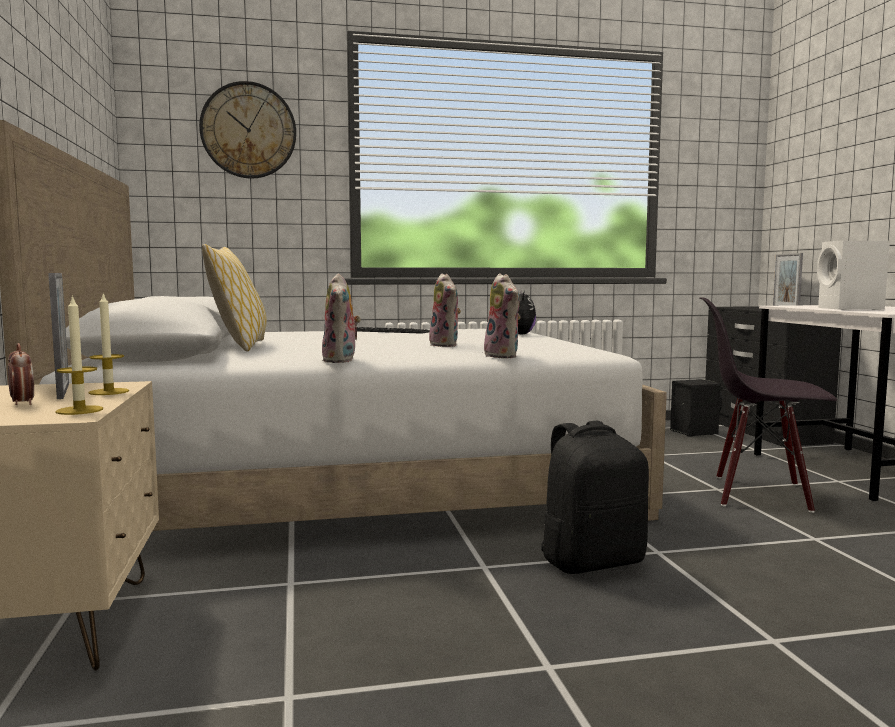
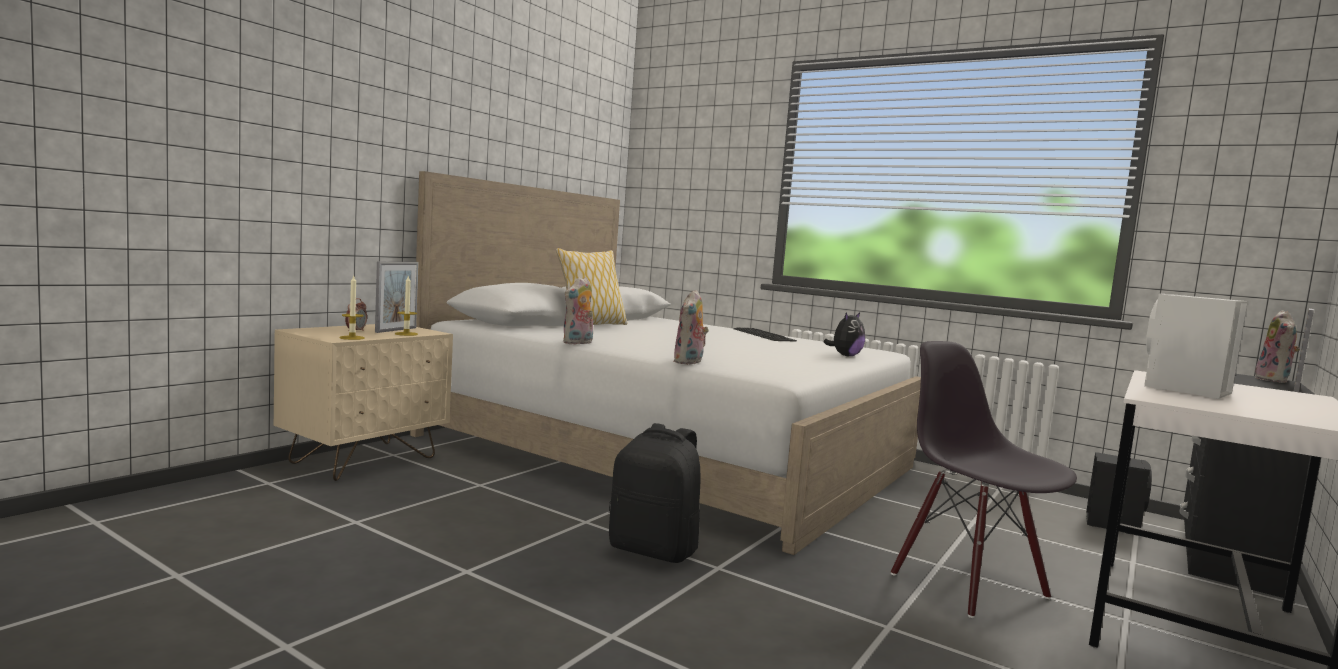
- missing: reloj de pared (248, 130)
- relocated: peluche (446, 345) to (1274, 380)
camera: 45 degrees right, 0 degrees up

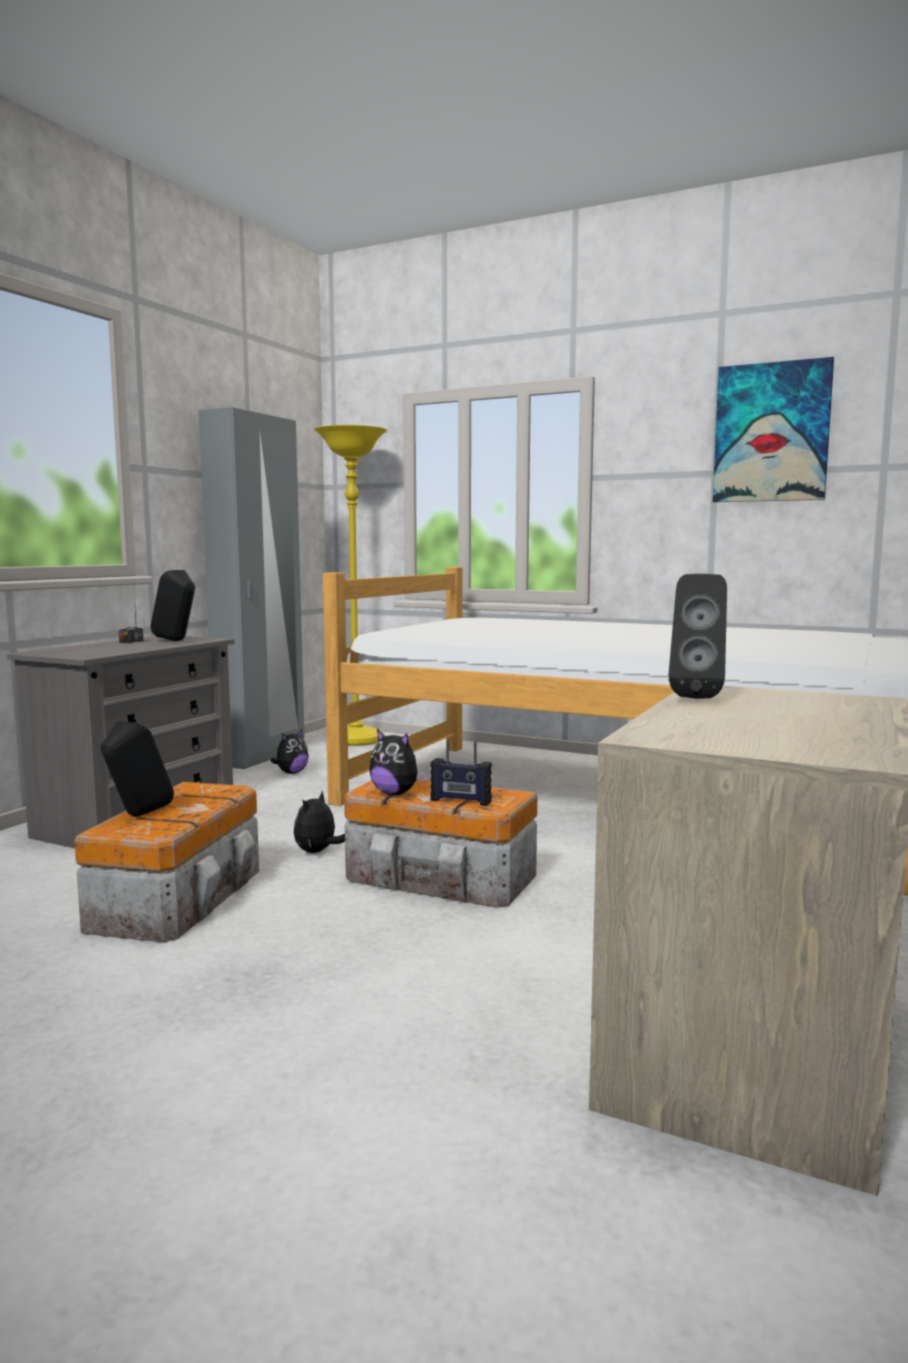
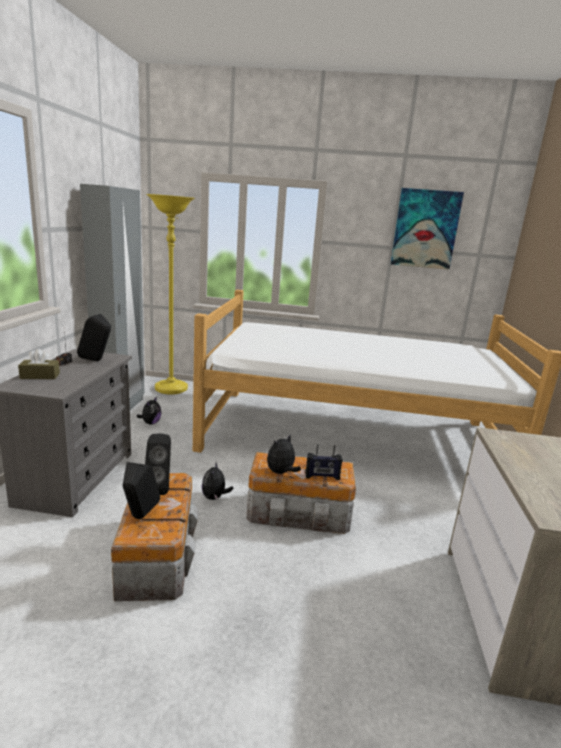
- relocated: altavoz [negro] (696, 697) to (160, 487)
- spun: peluche (395, 793) = (281, 473) 120 degrees clockwise
- appeared: caja de pañuelos [marrón] (40, 376)
camera: 20 degrees left, 10 degrees up

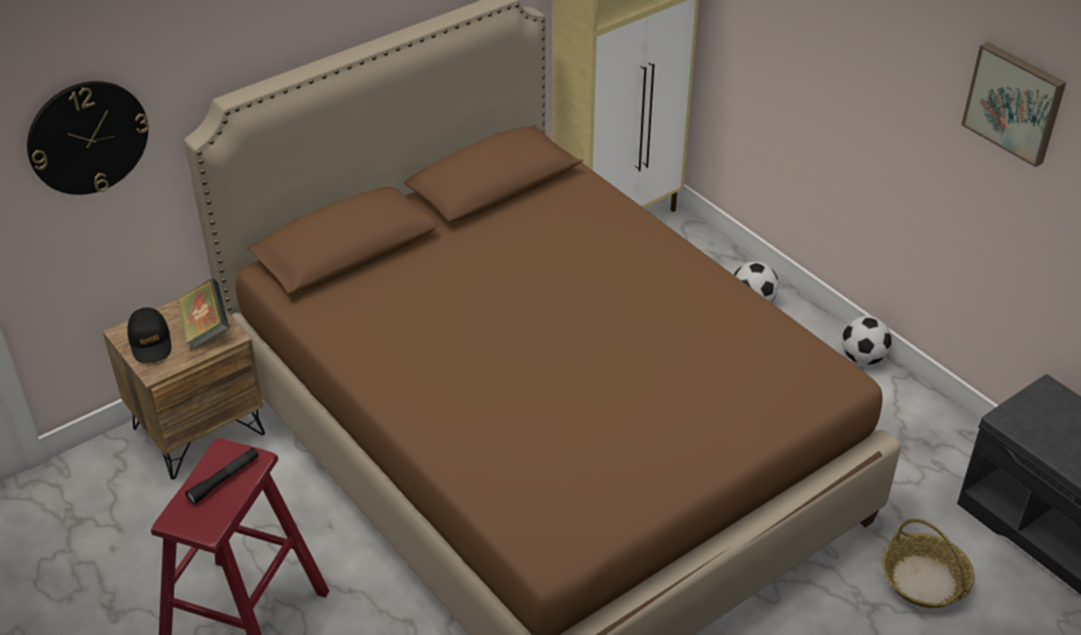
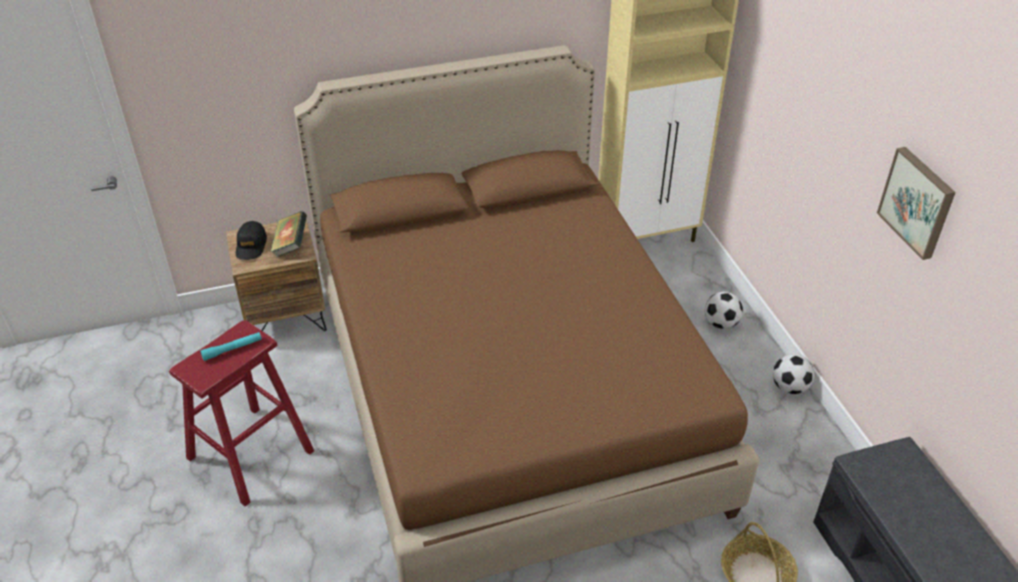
- missing: reloj de pared (87, 137)
- colour: linterna [negro] (224, 479) to linterna [turquesa] (232, 349)
camera: 20 degrees right, 0 degrees up

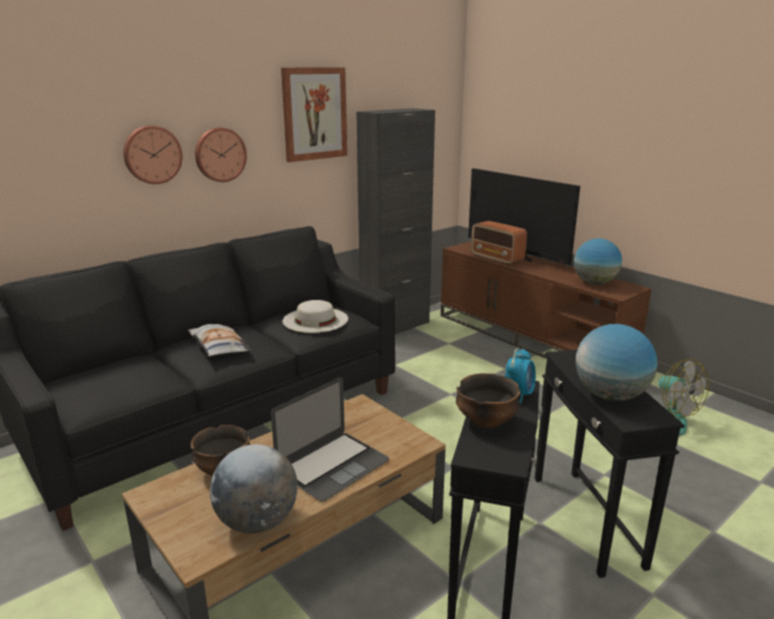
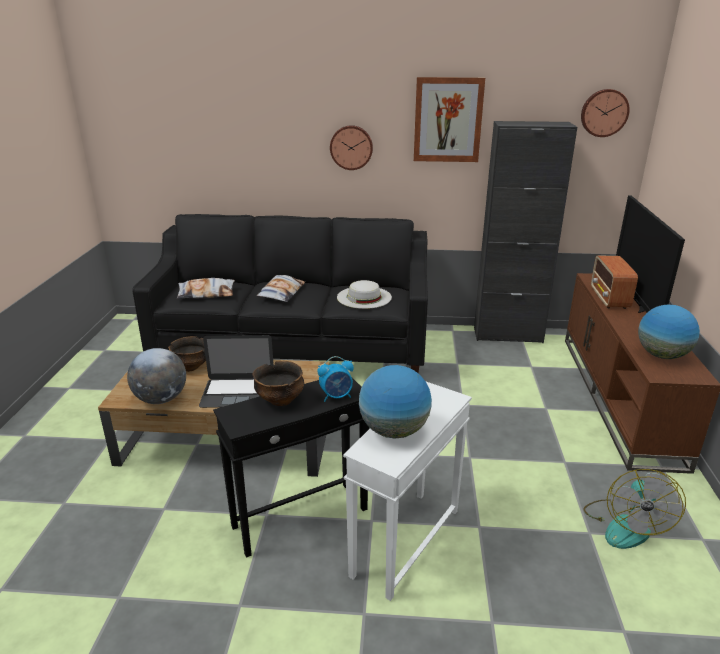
- relocated: reloj de pared (152, 154) to (604, 113)
- colour: mesa auxiliar [negro] (585, 520) to mesa auxiliar [blanco] (405, 542)
- appeared: cojín (206, 293)
camera: 45 degrees right, 5 degrees up

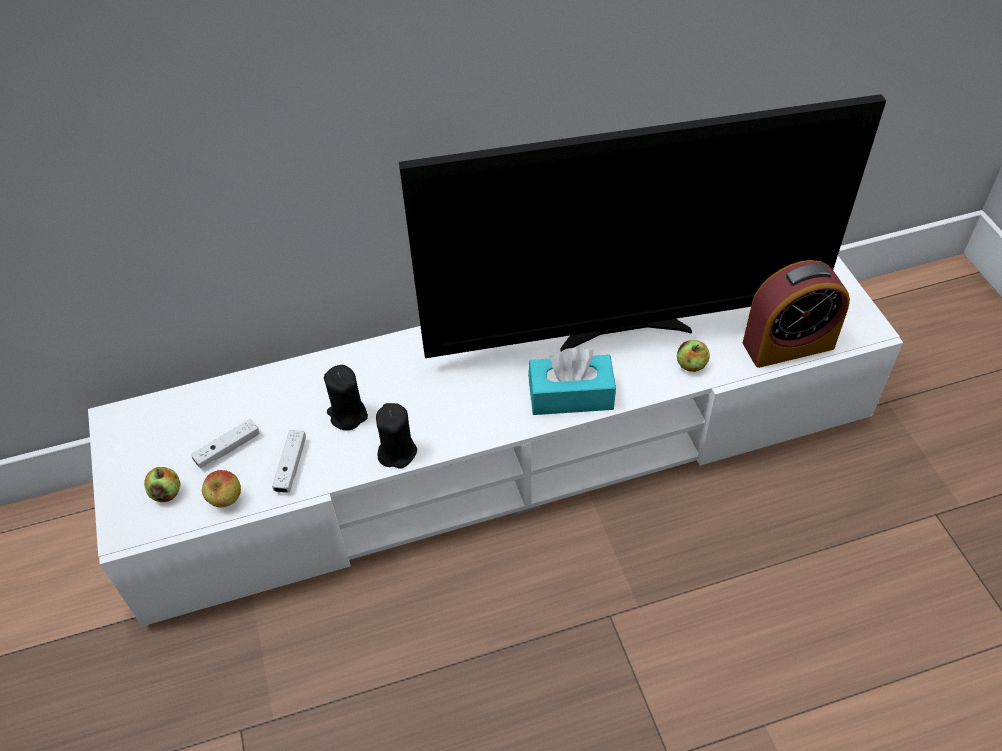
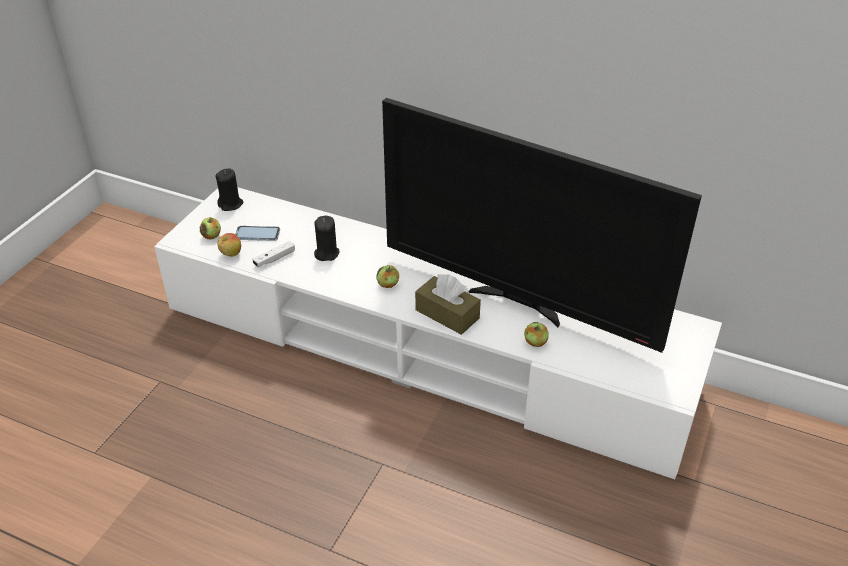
- missing: despertador (788, 345)
- colour: caja de pañuelos [turquesa] (571, 395) to caja de pañuelos [marrón] (447, 314)
- relocated: vela [negro] (397, 452) to (231, 204)
- exchanged: mando de consola [blanco] (228, 449) to móvil (257, 234)
- appeared: manzana (388, 284)
camera: 40 degrees right, 10 degrees down

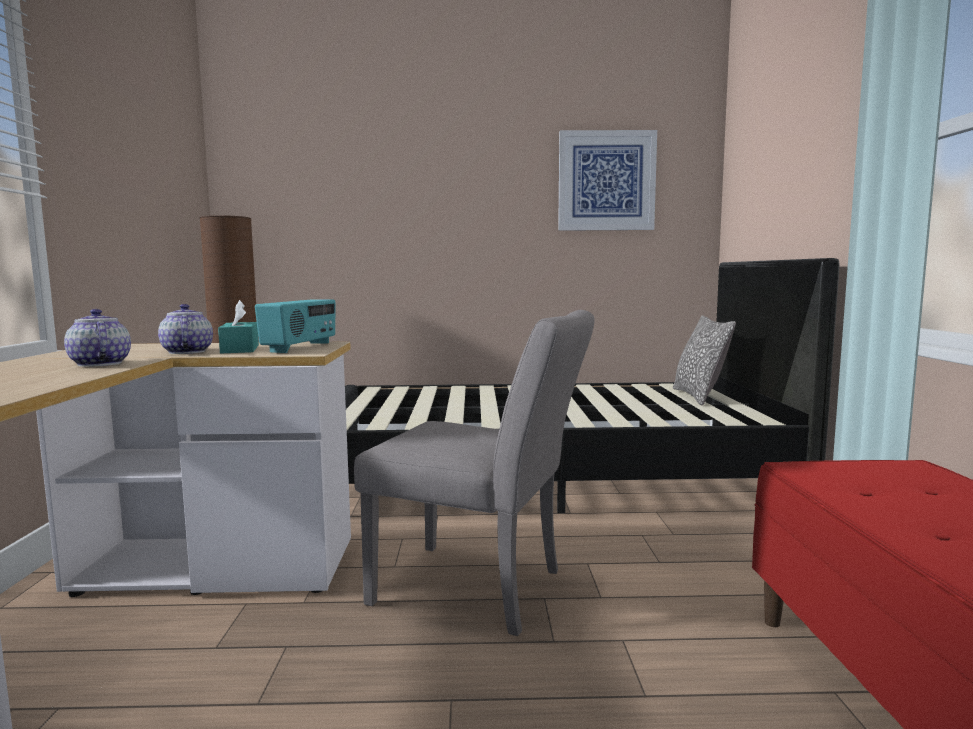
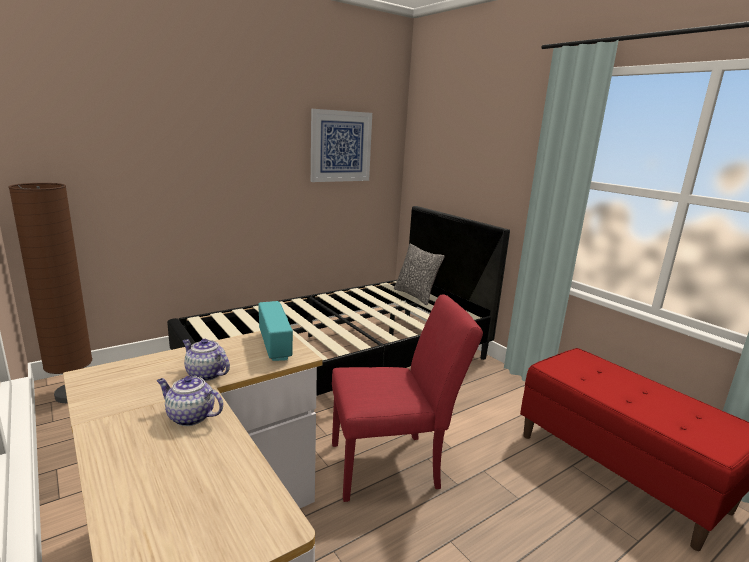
- missing: caja de pañuelos [turquesa] (240, 349)
- colour: silla [gris] (481, 590) to silla [rojo] (393, 465)
camera: 35 degrees left, 10 degrees up

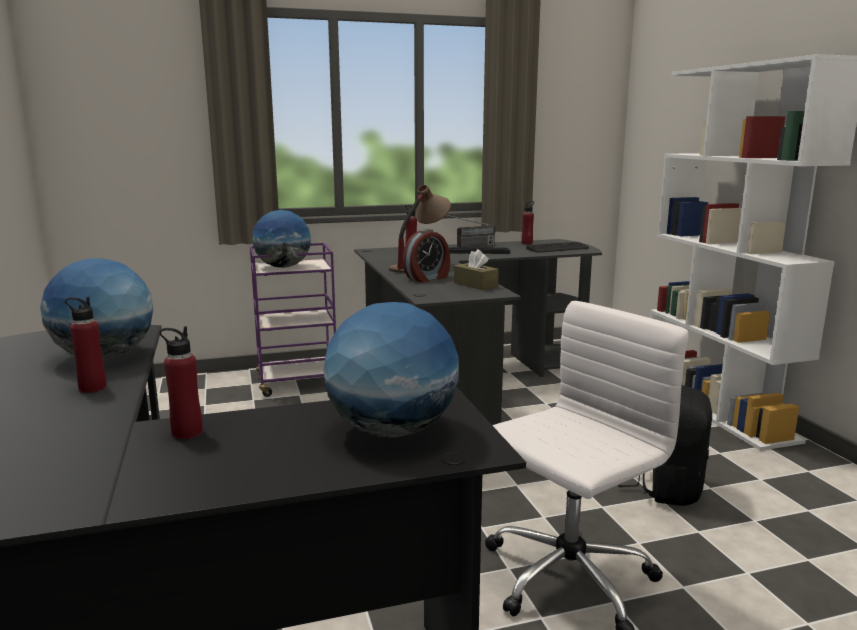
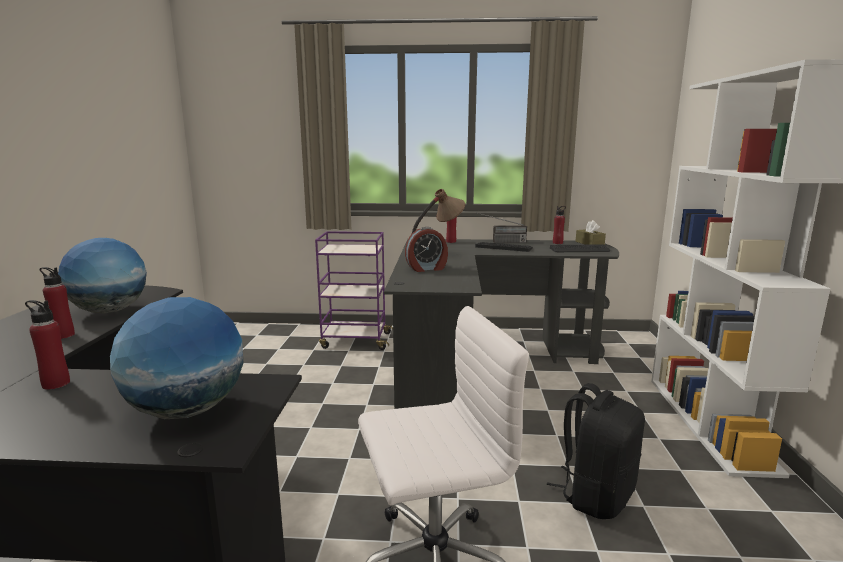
- missing: globo terráqueo (283, 267)
- relocated: caja de pañuelos [marrón] (475, 285) to (589, 243)
camera: 20 degrees right, 0 degrees up

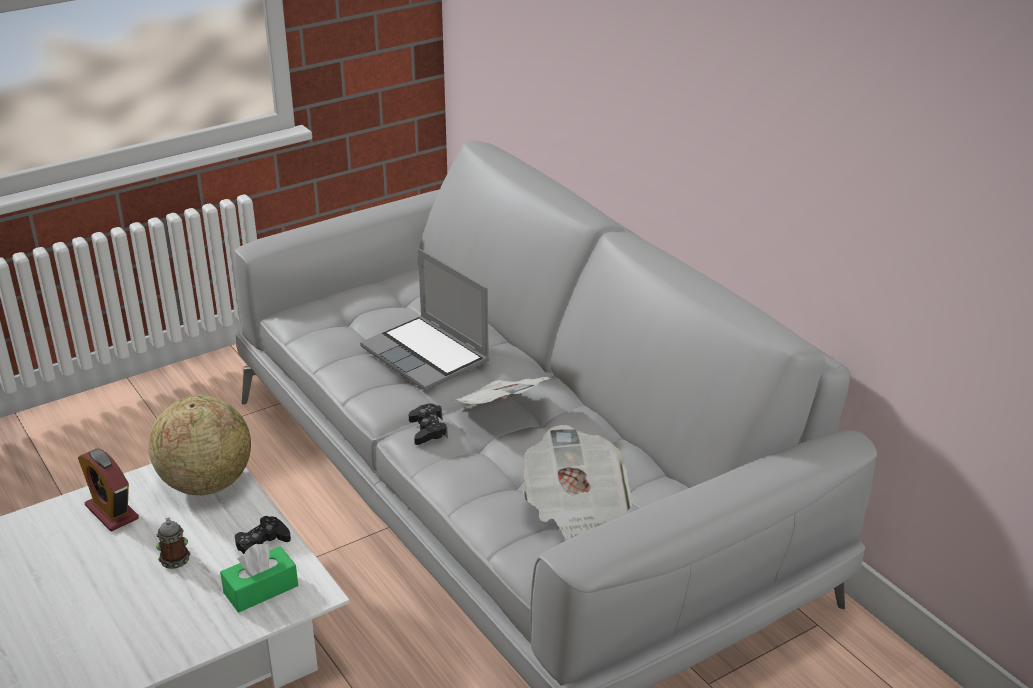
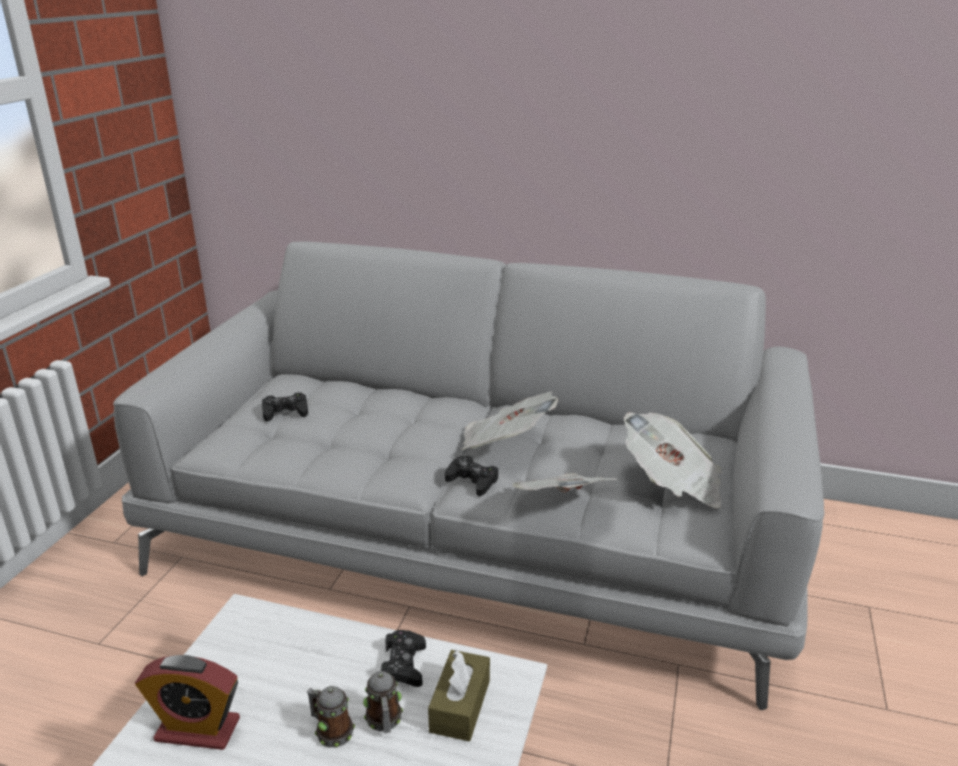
- missing: portátil (427, 355)
- missing: globo terráqueo (206, 483)
- colour: caja de pañuelos [verde] (261, 589) to caja de pañuelos [marrón] (460, 706)
- appeared: mando de consola [negro] (285, 412)
- appeared: periódico (562, 506)
- appeared: taza grande (384, 721)
camera: 40 degrees left, 5 degrees down

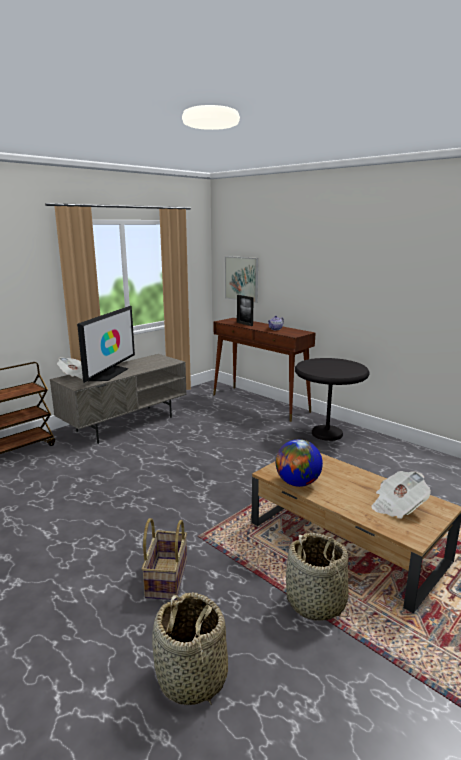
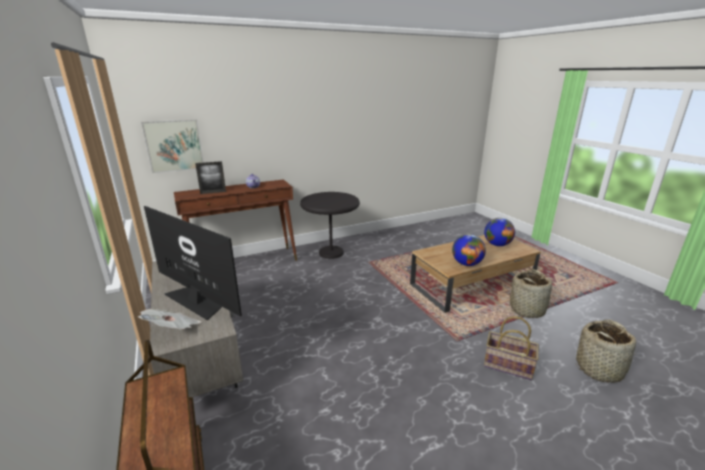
- exchanged: periódico (397, 506) to globo terráqueo (497, 245)
camera: 70 degrees left, 5 degrees up

